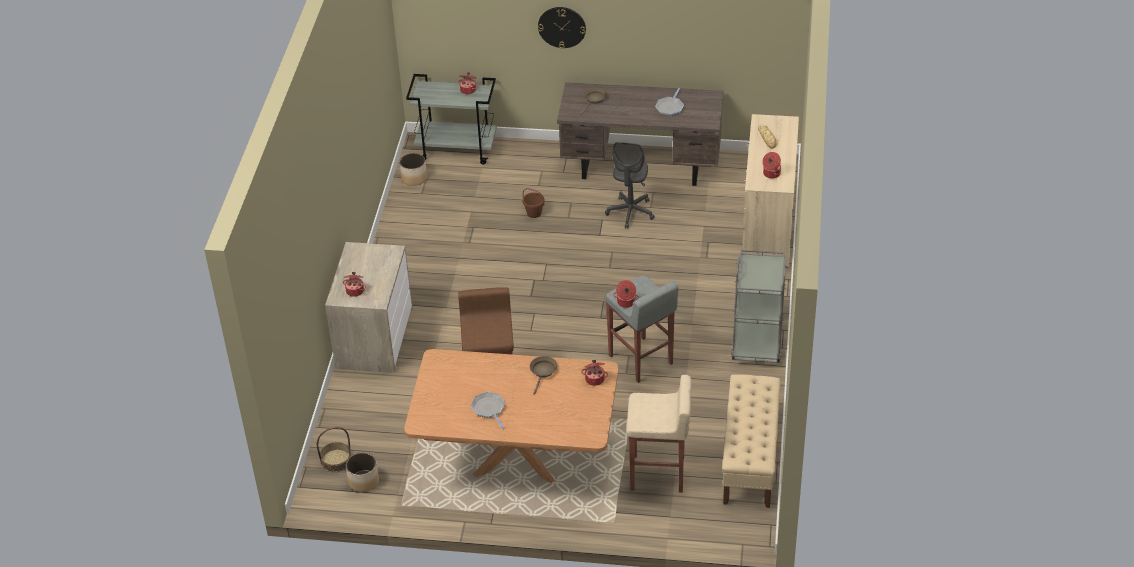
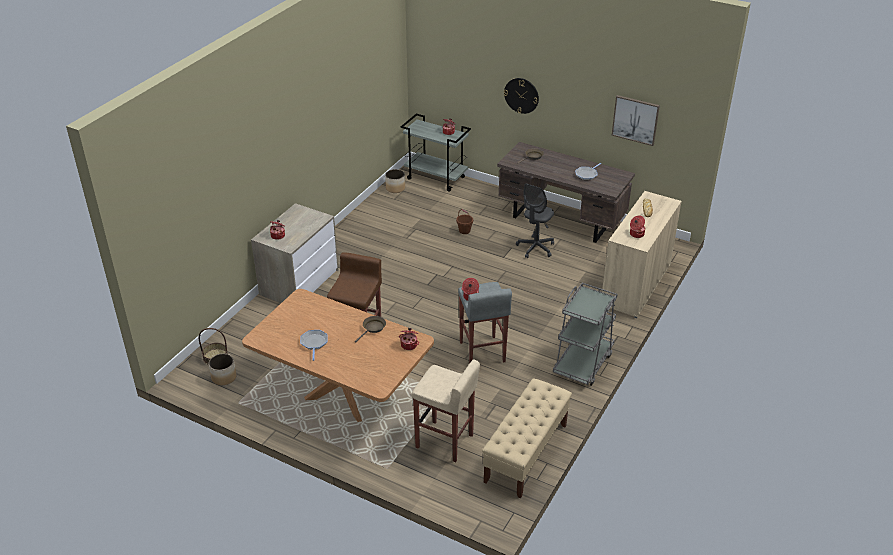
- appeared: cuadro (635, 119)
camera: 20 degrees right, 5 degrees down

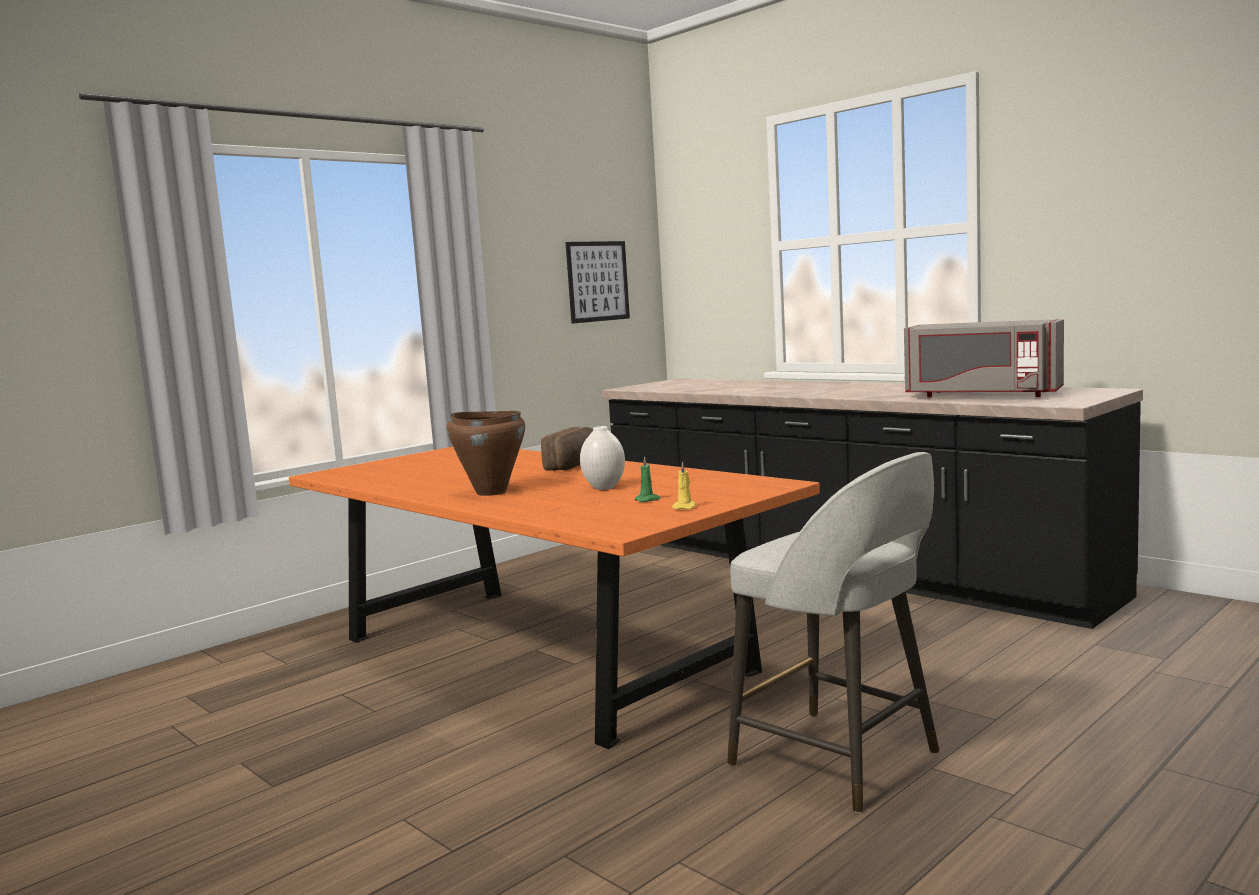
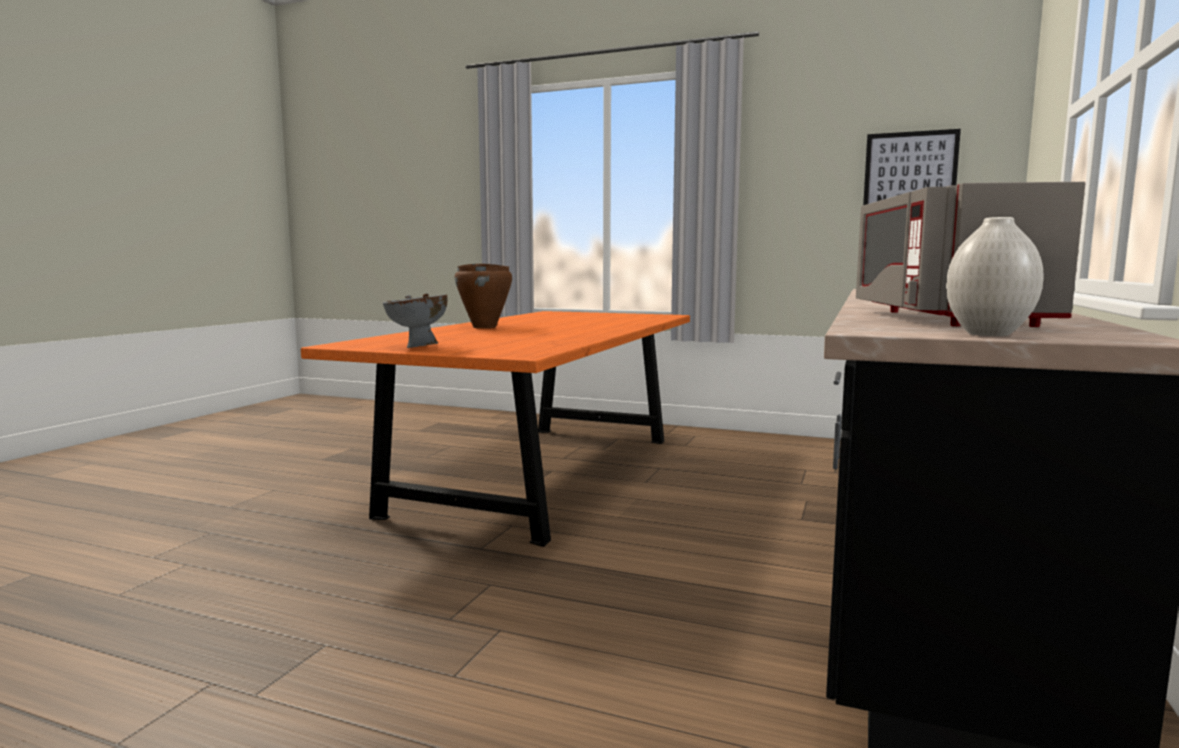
- relocated: florero [blanco] (605, 487) to (989, 334)
- missing: pan (575, 465)
- missing: taburete [gris] (839, 760)
- missing: vela [verde] (648, 500)
- exchanged: vela [amarillo] (685, 507) to cuenco [gris] (418, 347)
camera: 65 degrees right, 0 degrees up

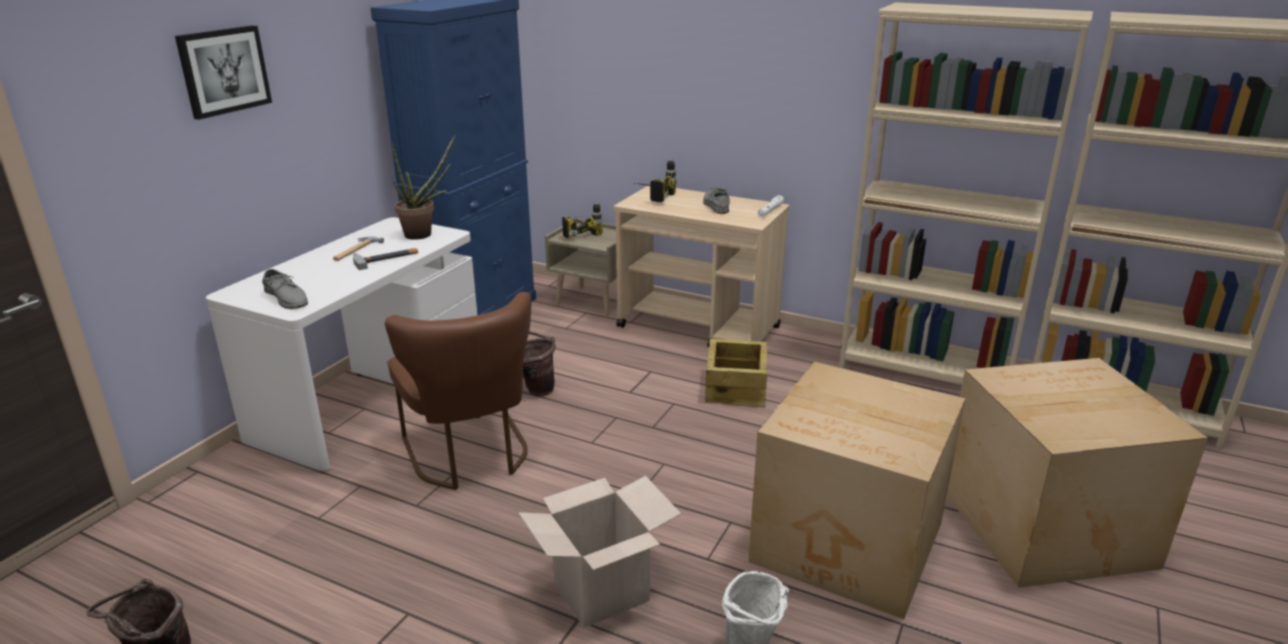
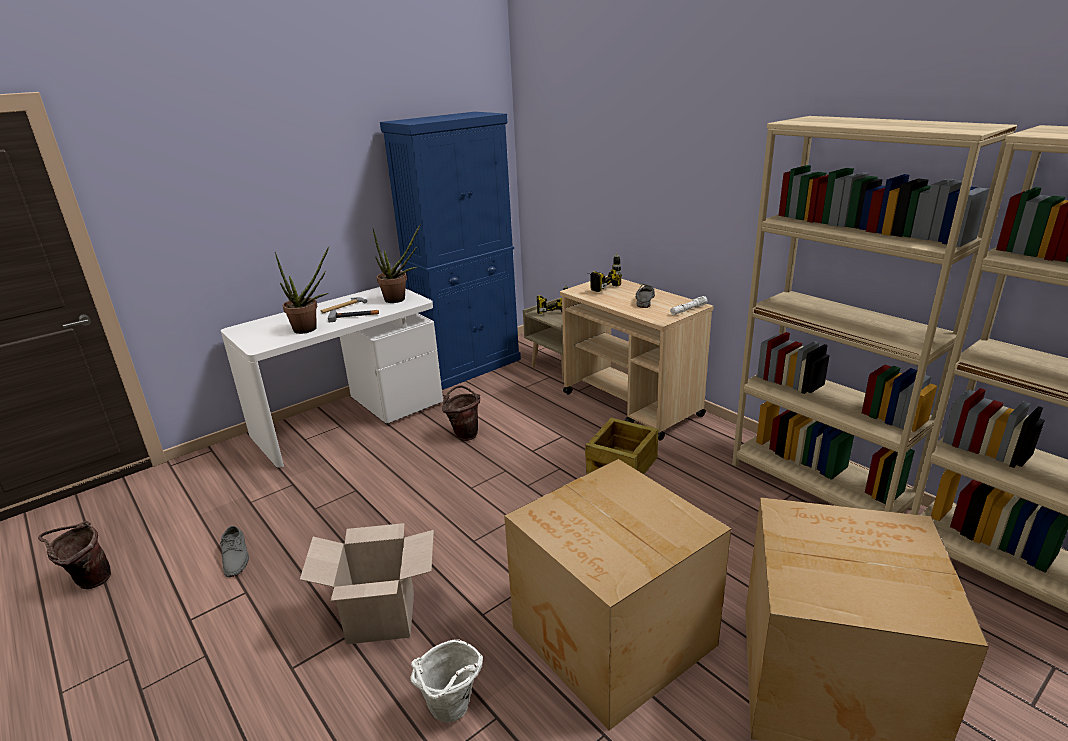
- missing: cuadro (223, 71)
- relocated: zapato [gris] (287, 298) to (236, 557)
- missing: silla [marrón] (471, 456)
- appeared: planta en maceta (310, 329)
camera: 25 degrees right, 0 degrees up

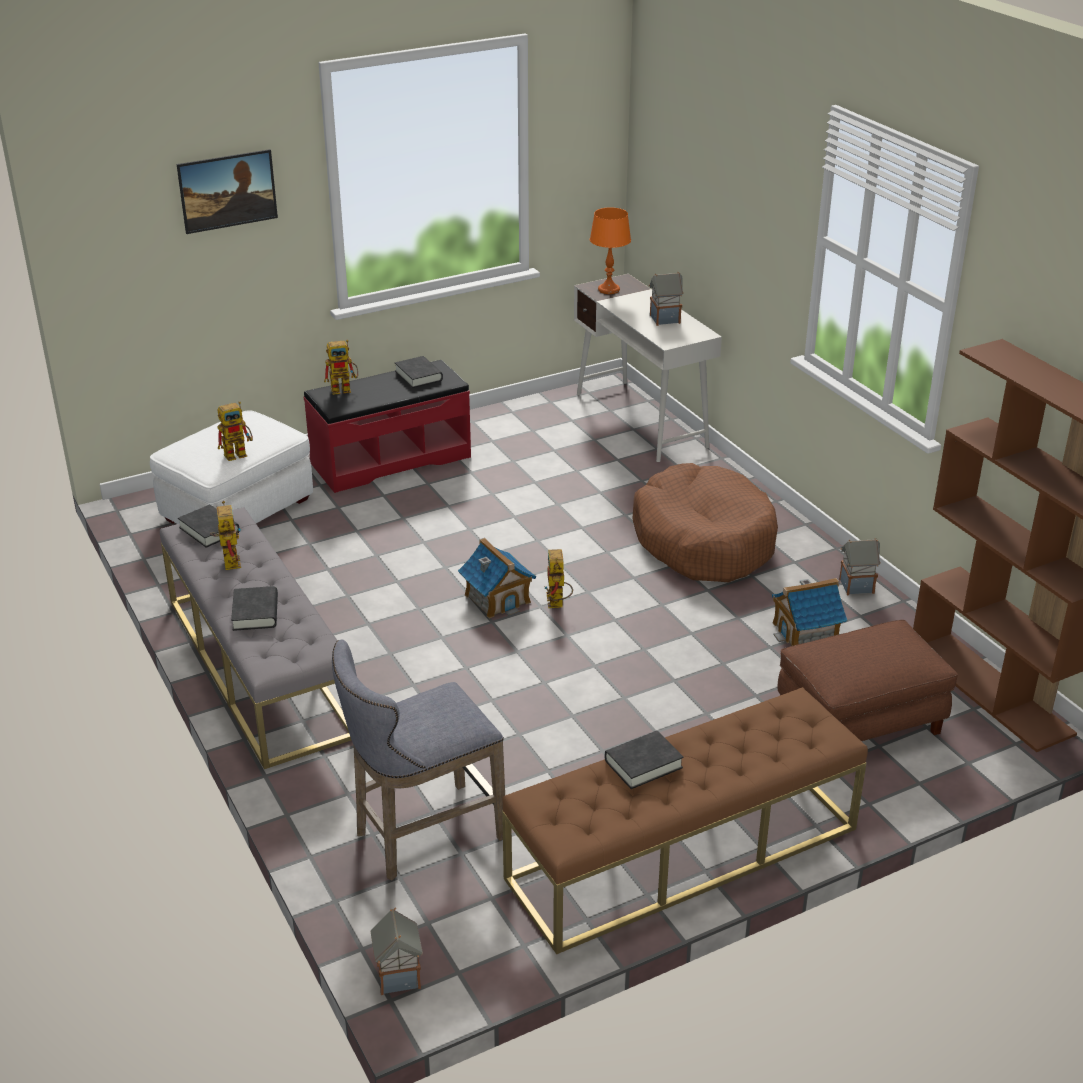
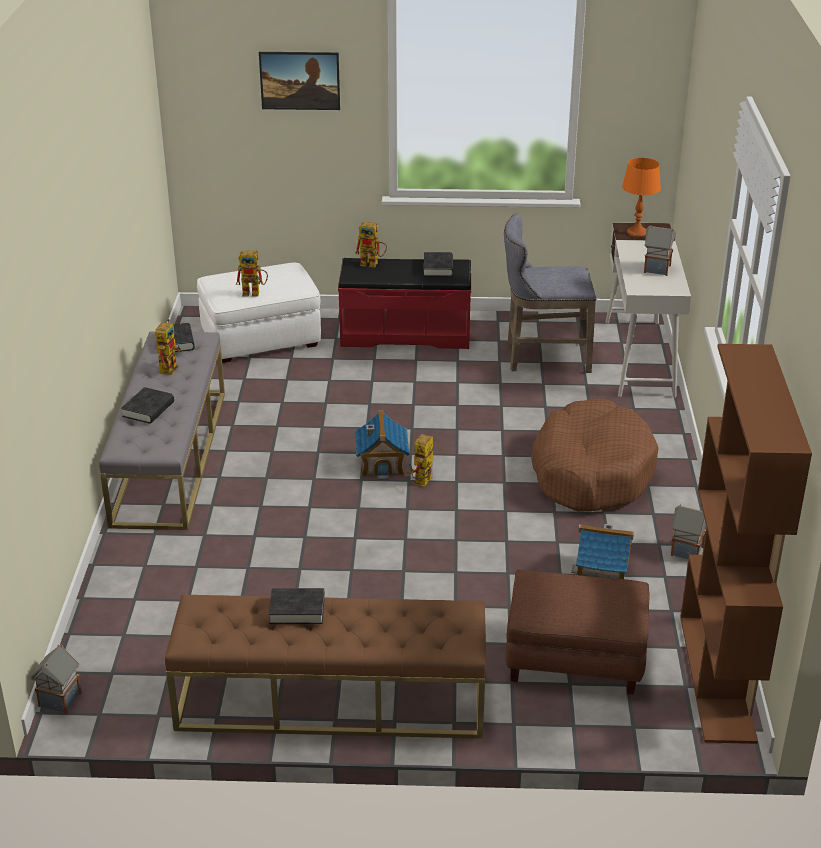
- relocated: taburete [gris] (421, 836) to (543, 358)
camera: 30 degrees right, 0 degrees up

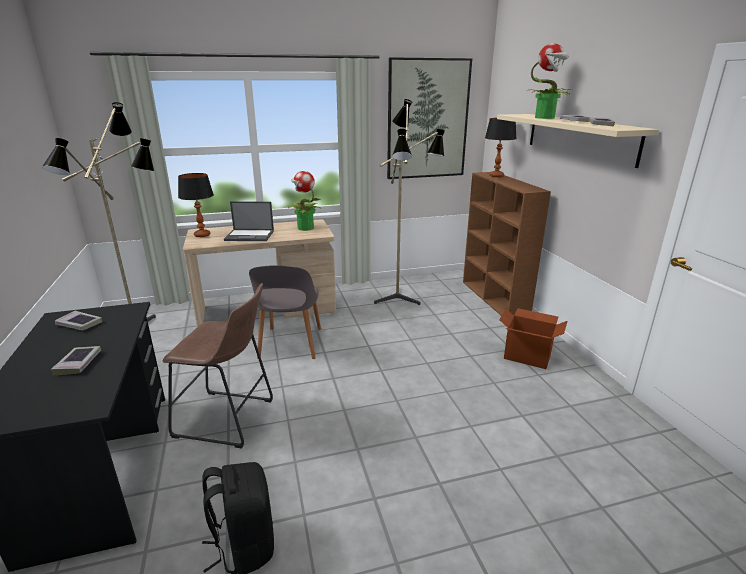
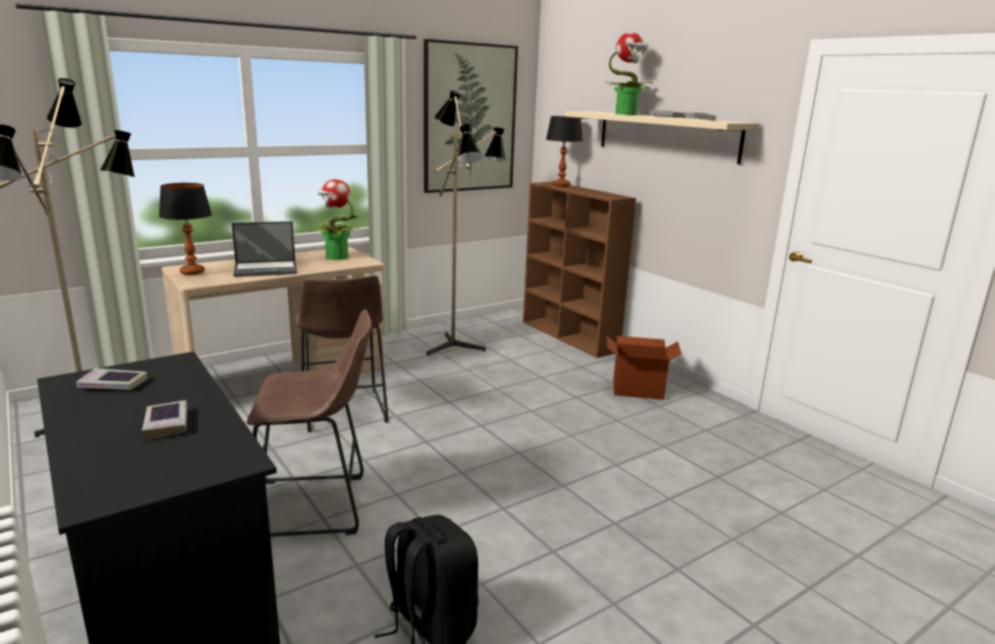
- exchanged: silla [gris] (290, 344) to taburete [marrón] (343, 412)
camera: 20 degrees left, 5 degrees down

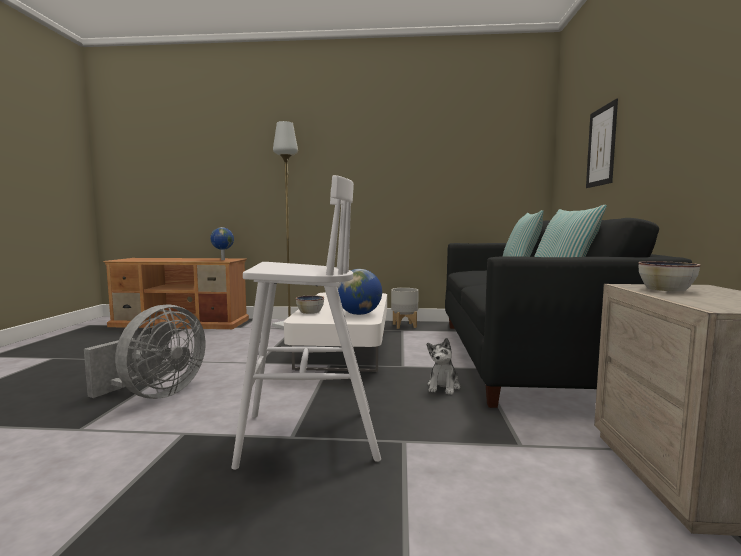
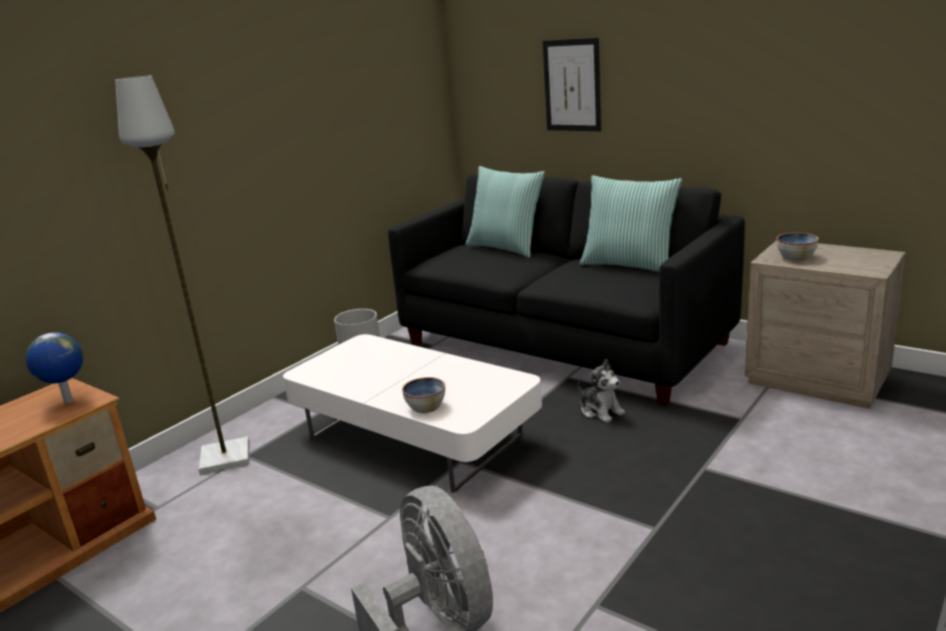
- missing: taburete [blanco] (306, 437)
- missing: globo terráqueo (359, 314)
camera: 55 degrees left, 15 degrees up

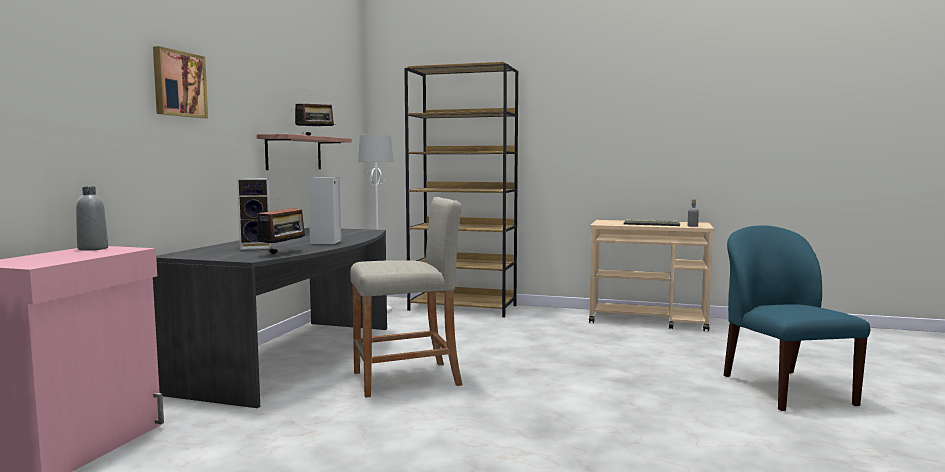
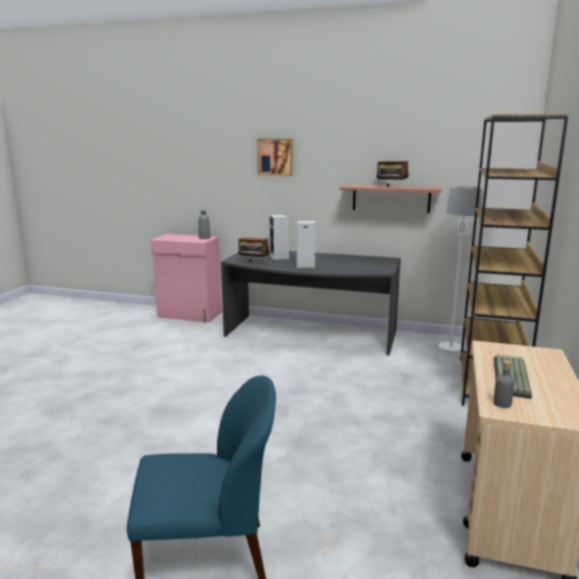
- missing: taburete [beis] (406, 379)
camera: 90 degrees right, 10 degrees up

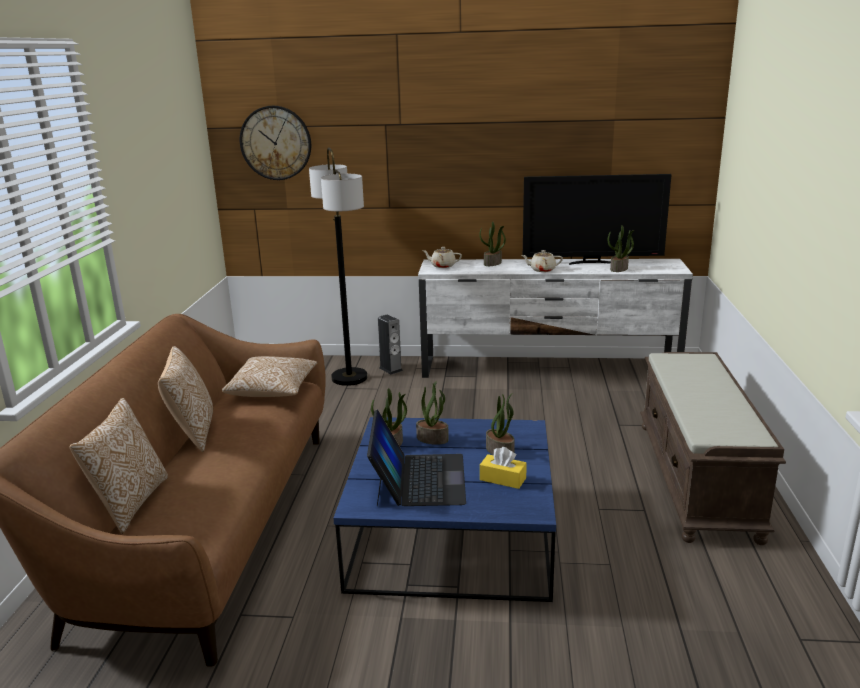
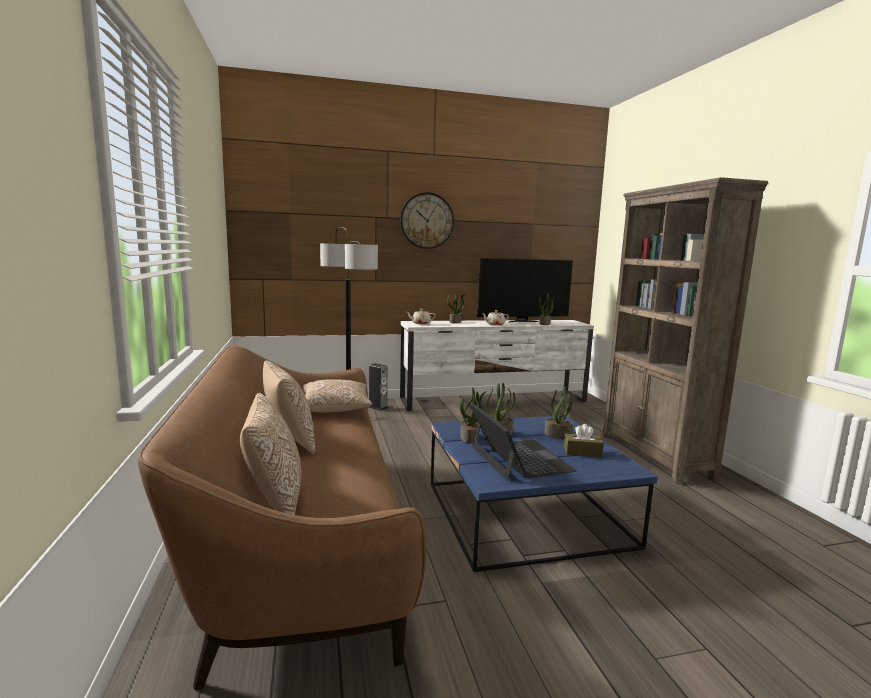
- relocated: reloj de pared (276, 143) to (426, 221)
- exchanged: banco [marrón] (698, 479) to estantería [marrón] (655, 455)
- colour: caja de pañuelos [amarillo] (503, 479) to caja de pañuelos [marrón] (582, 452)
camera: 20 degrees left, 10 degrees down

